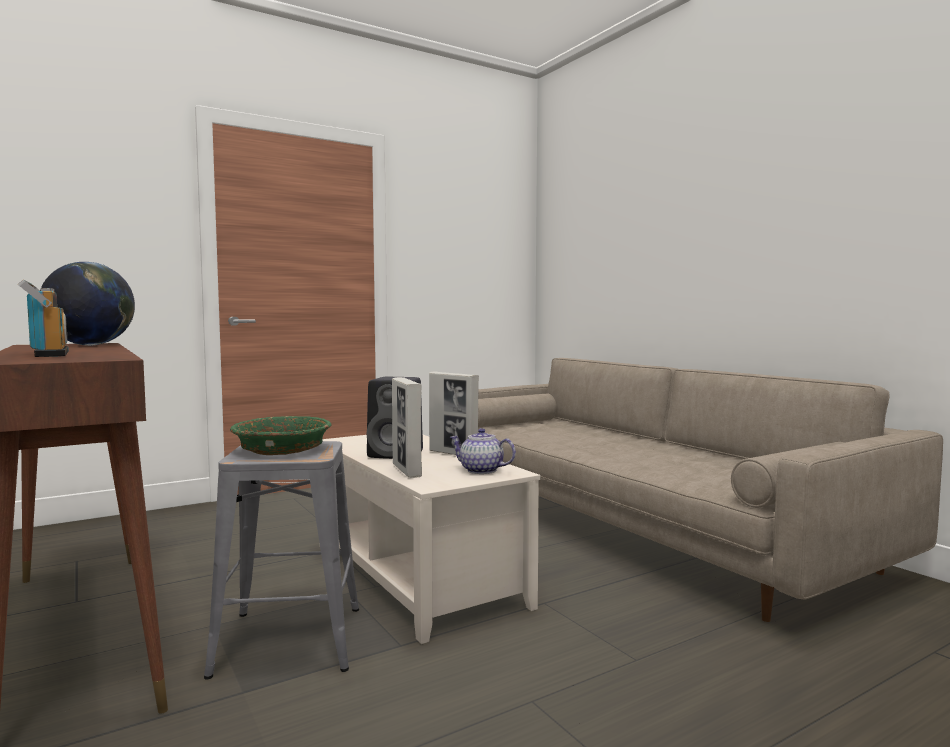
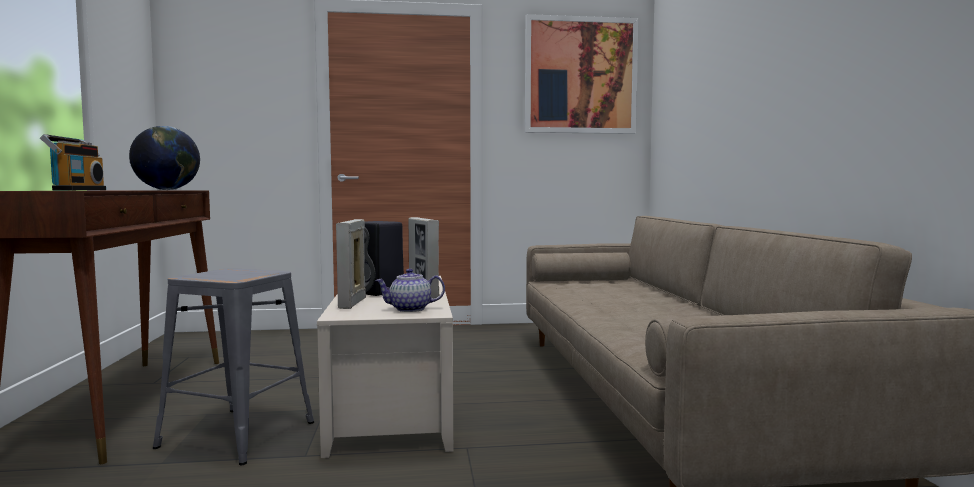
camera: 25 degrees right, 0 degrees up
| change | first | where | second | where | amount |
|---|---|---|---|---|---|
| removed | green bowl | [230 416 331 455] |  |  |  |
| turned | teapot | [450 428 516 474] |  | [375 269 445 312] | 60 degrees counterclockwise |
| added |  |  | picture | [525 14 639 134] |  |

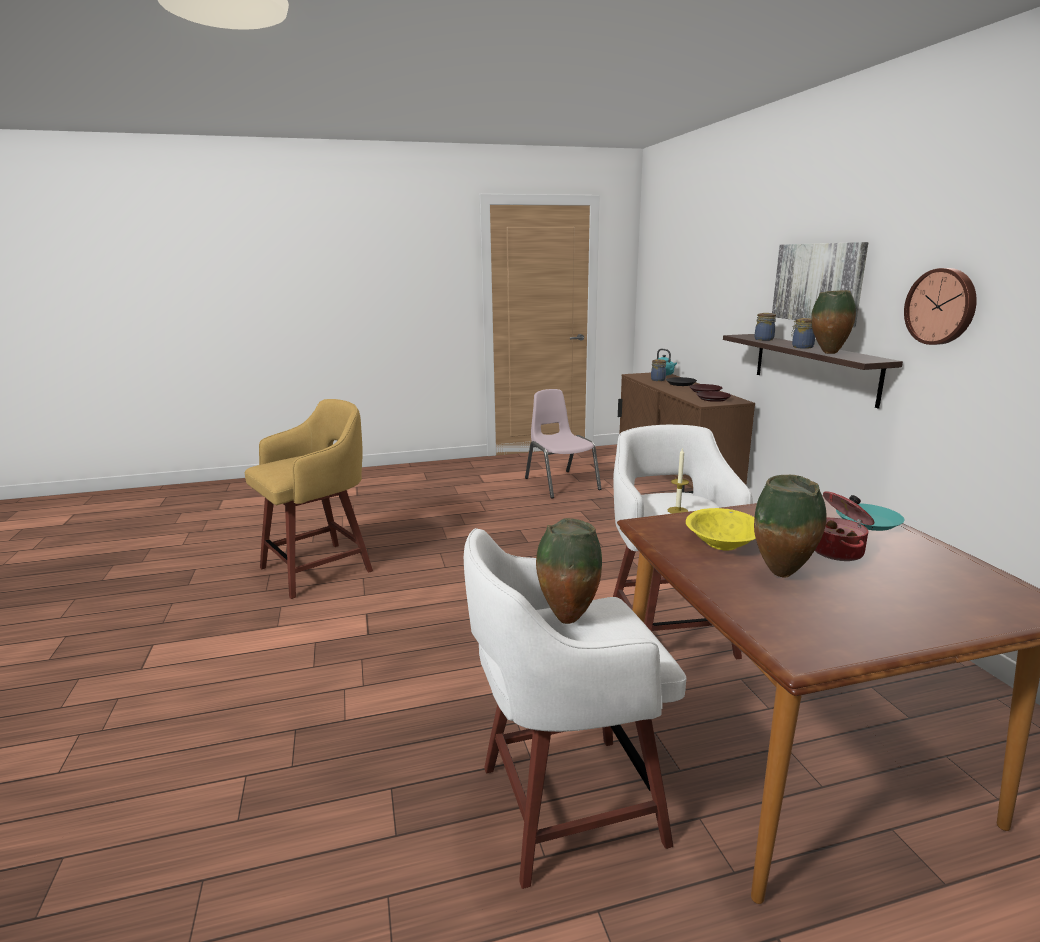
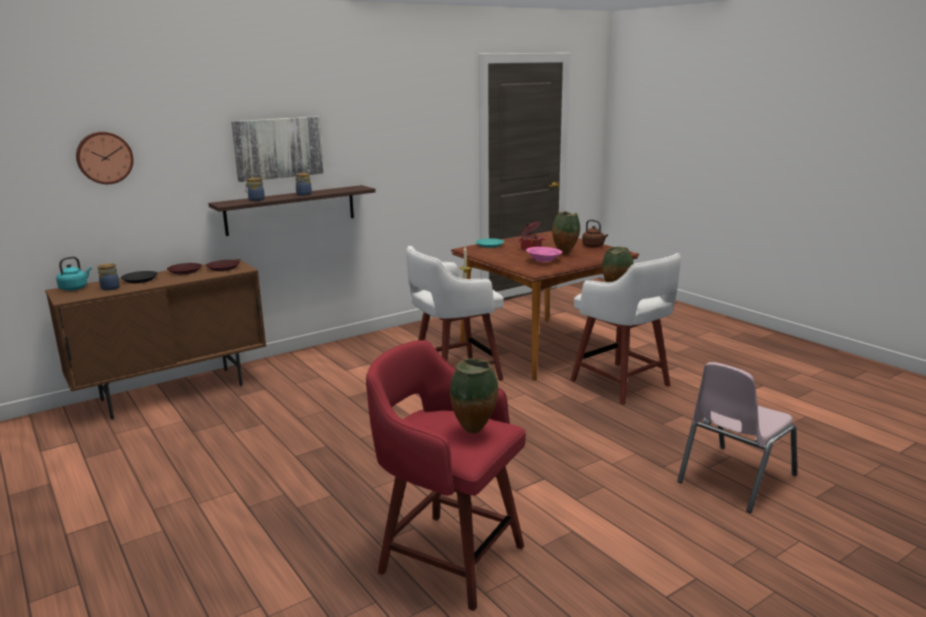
camera: 110 degrees left, 0 degrees up
| change | first | where | second | where | amount |
|---|---|---|---|---|---|
| moved | wall clock | [904 268 977 345] |  | [76 132 134 184] |  |
| moved | vase | [811 290 856 354] |  | [450 358 498 434] |  |
| moved | pink chair | [525 389 601 499] |  | [677 362 797 513] |  |
| recoloured | yellow stool | [244 399 373 599] | red stool | [366 340 526 611] |  |
| recoloured | yellow bowl | [686 508 756 551] | pink bowl | [526 247 562 262] |  |
| added |  |  | brown kettle | [582 220 608 248] |  |

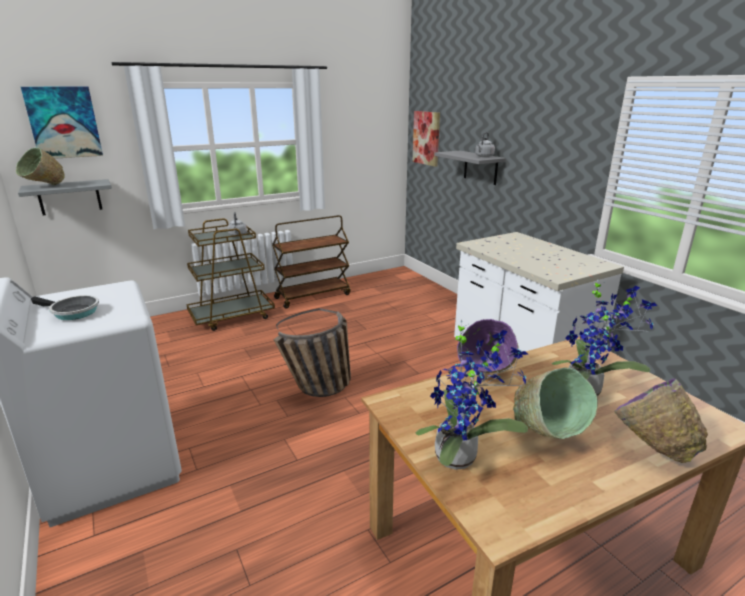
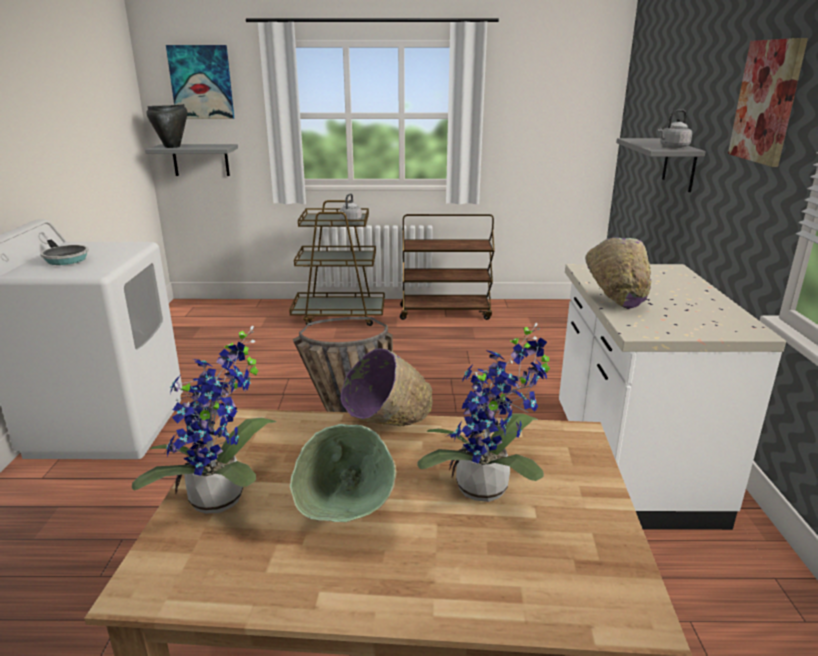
camera: 30 degrees right, 0 degrees up
| change | first | where | second | where | amount |
|---|---|---|---|---|---|
| moved | picture | [412 111 440 167] |  | [728 38 808 167] |  |
| replaced | green bowl | [16 147 65 186] | black cooking pot | [146 104 187 148] |  |
| moved | purple bowl | [614 378 708 463] |  | [585 237 652 309] |  |

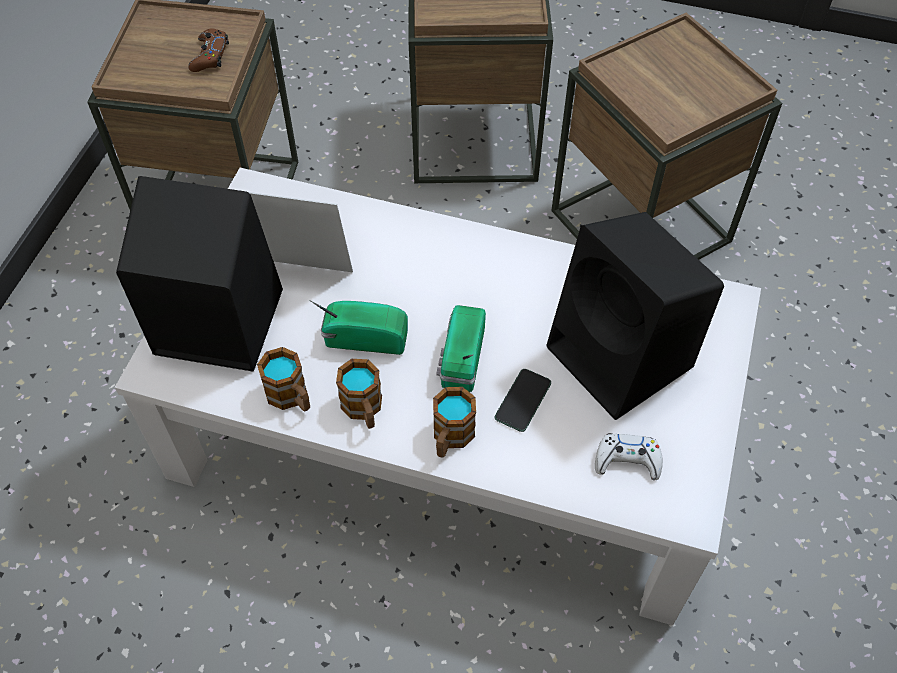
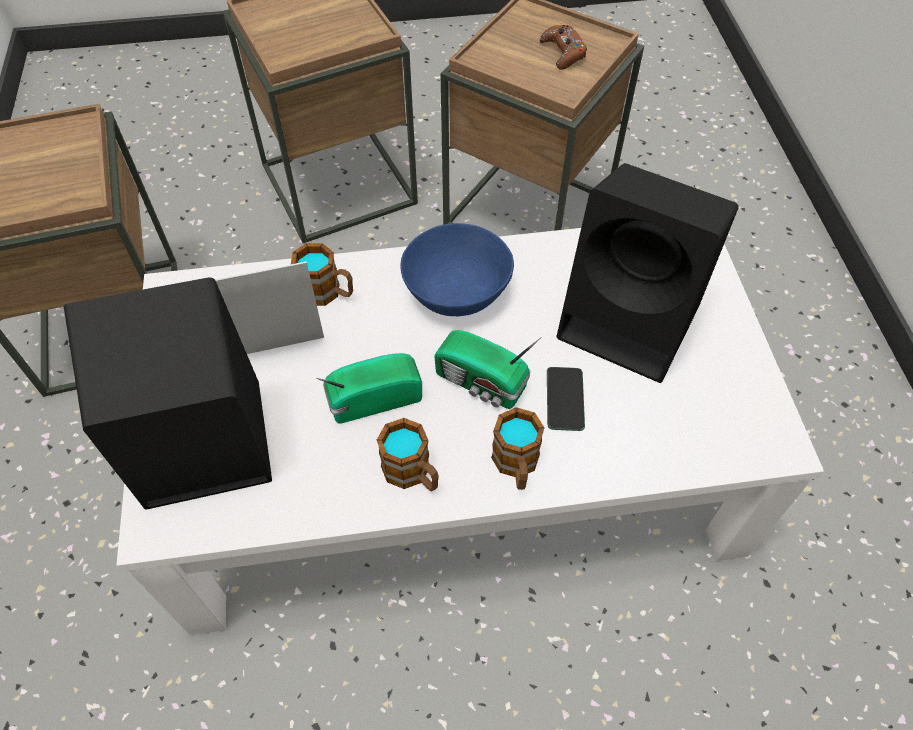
camera: 25 degrees left, 0 degrees up
| change | first | where | second | where | amount |
|---|---|---|---|---|---|
| moved | brown game controller | [188 28 229 72] |  | [540 25 587 70] |  |
| turned | radio | [436 305 486 392] |  | [434 330 542 409] | 45 degrees counterclockwise |
| moved | mug | [257 347 310 411] |  | [291 243 353 306] |  |
| removed | white game controller | [595 433 663 480] |  |  |  |
| added |  |  | blue bowl | [400 223 514 316] |  |

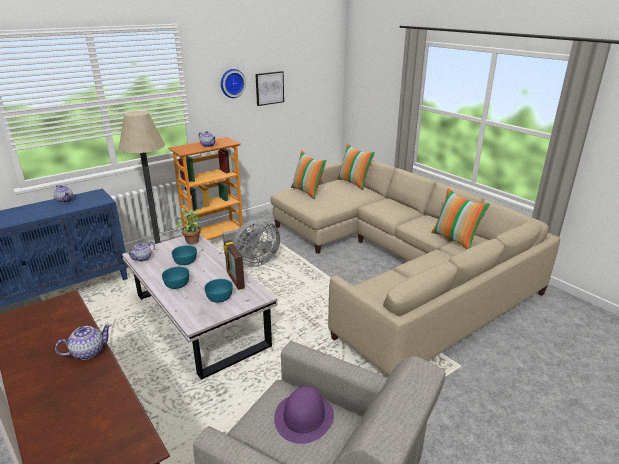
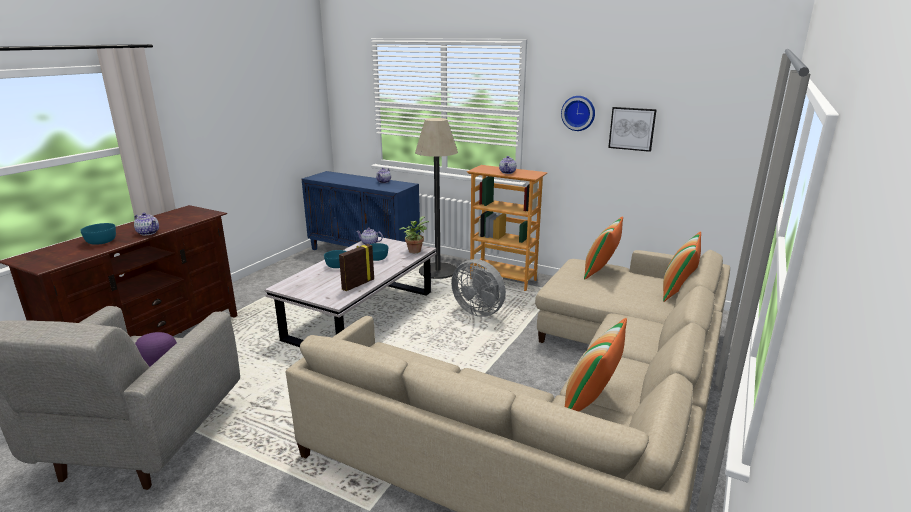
camera: 65 degrees right, 5 degrees down
| change | first | where | second | where | amount |
|---|---|---|---|---|---|
| moved | turquoise bowl | [204 279 233 303] |  | [80 223 116 245] |  |

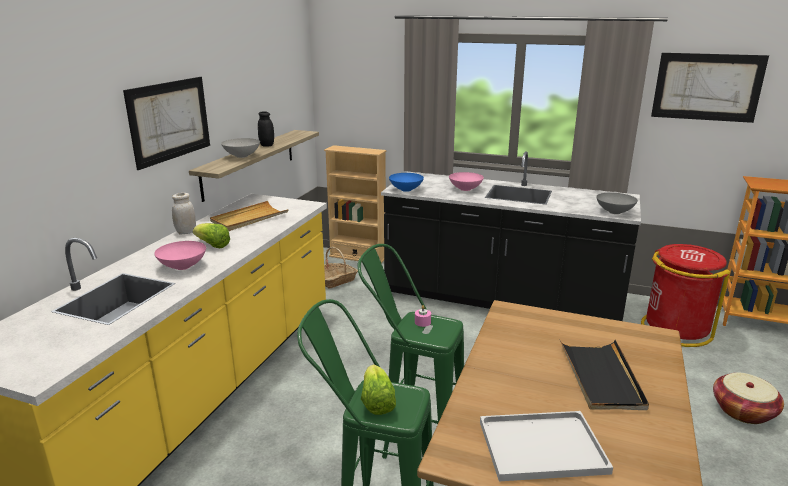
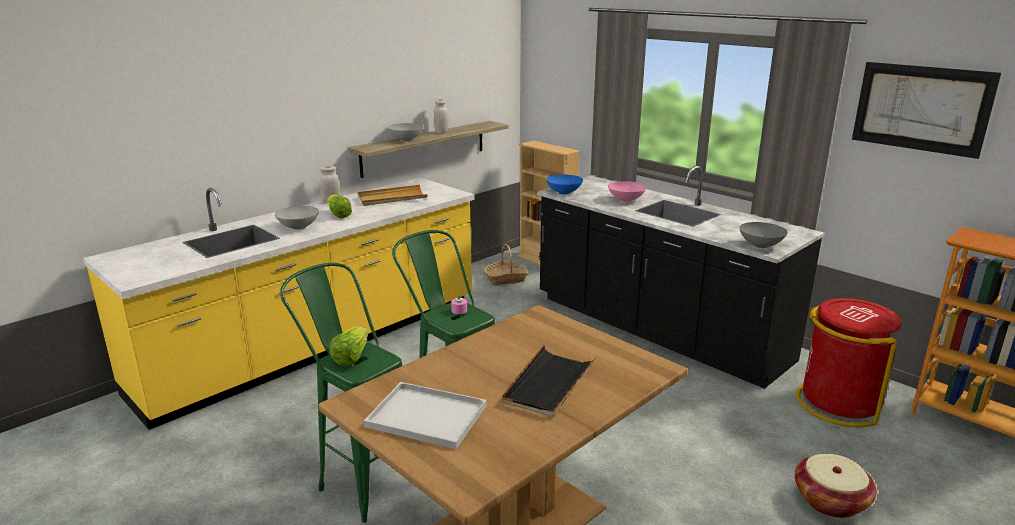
camera: 25 degrees right, 0 degrees up
| change | first | where | second | where | amount |
|---|---|---|---|---|---|
| removed | picture | [123 77 210 170] |  |  |  |
| recoloured | black jar | [258 111 274 147] | white jar | [434 99 449 134] |  |
| recoloured | pink bowl | [154 241 206 270] | grey bowl | [275 206 319 230] |  |

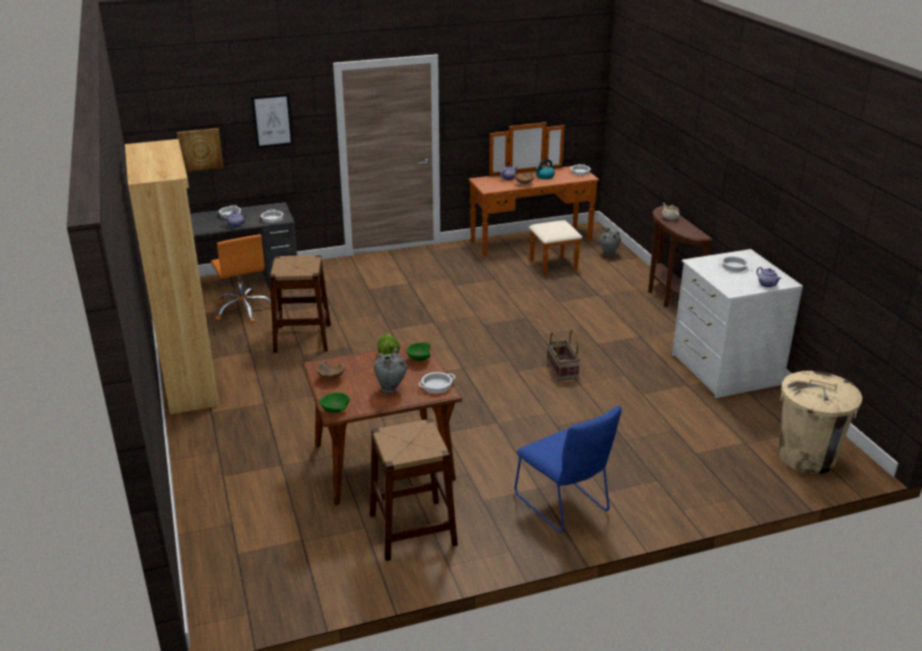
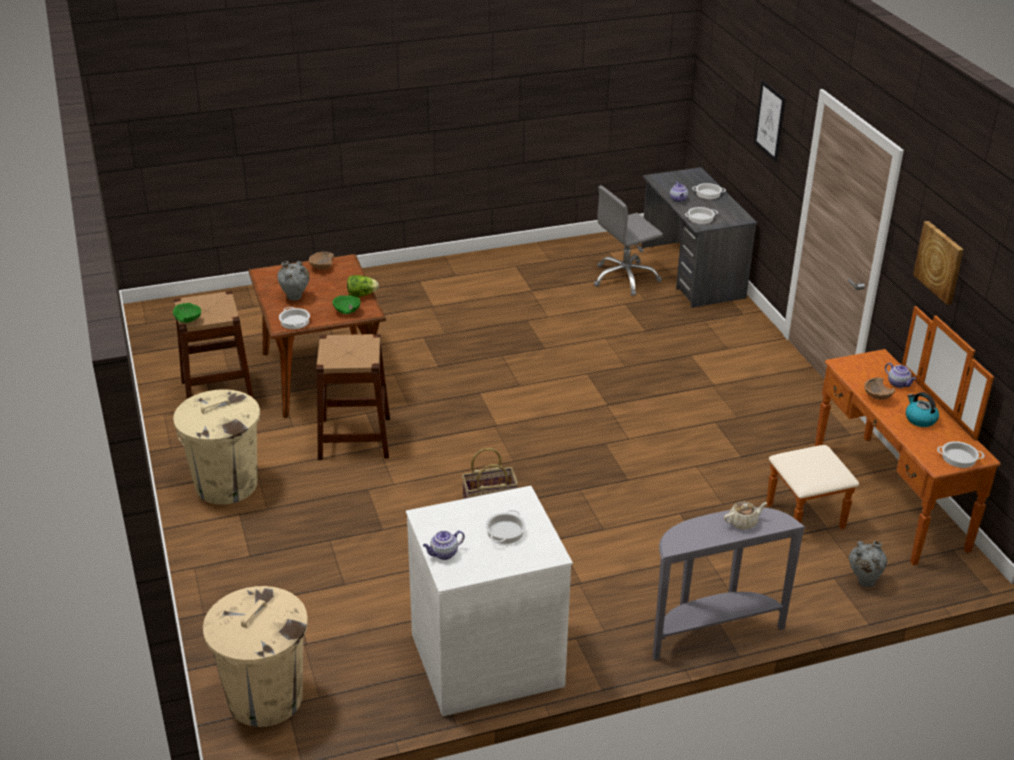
camera: 90 degrees right, 5 degrees up
| change | first | where | second | where | amount |
|---|---|---|---|---|---|
| moved | picture | [176 128 224 172] |  | [913 221 964 305] |  |
| removed | brown bookcase | [125 139 219 414] |  |  |  |
| recoloured | brown console table | [648 205 713 307] | grey console table | [653 507 806 660] |  |
| recoloured | orange office chair | [211 234 271 323] | grey office chair | [594 185 663 296] |  |
| moved | brown stool | [270 255 331 353] |  | [316 334 390 460] |  |
| moved | green bowl | [319 392 350 413] |  | [173 303 201 323] |  |
| replaced | blue chair | [514 406 621 533] | beige trash can | [173 389 260 505] |  |

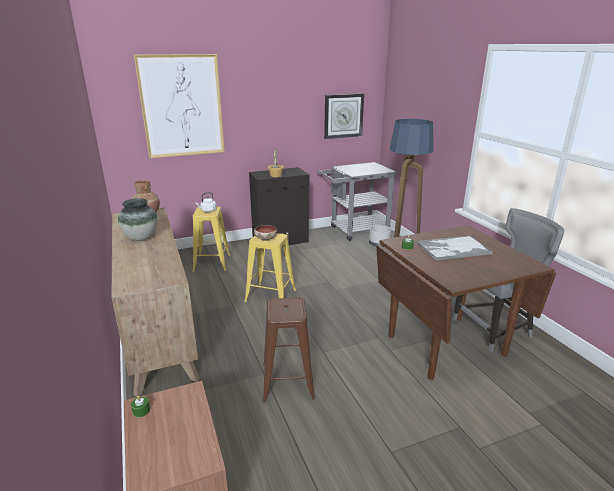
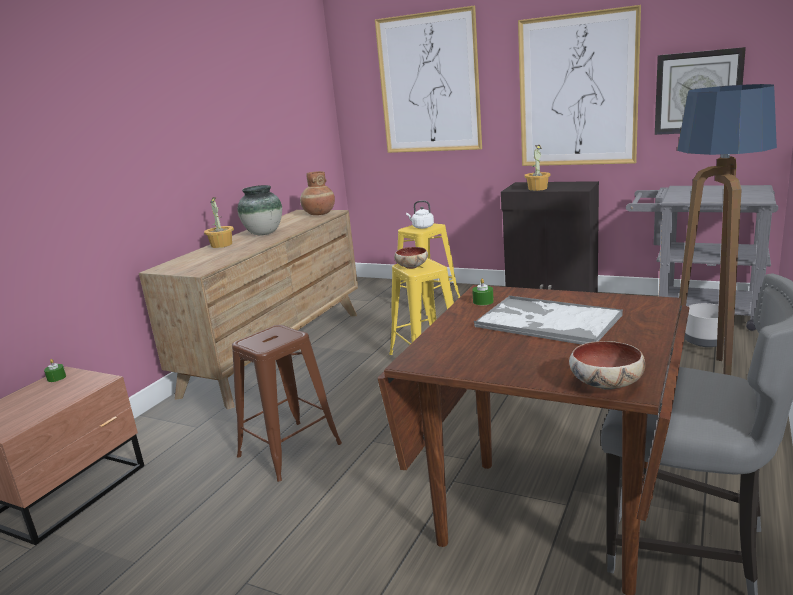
camera: 50 degrees right, 5 degrees down
| change | first | where | second | where | amount |
|---|---|---|---|---|---|
| added |  |  | picture | [518 5 641 166] |  |
| added |  |  | potted plant | [204 197 234 248] |  |
| added |  |  | bowl | [569 341 645 390] |  |

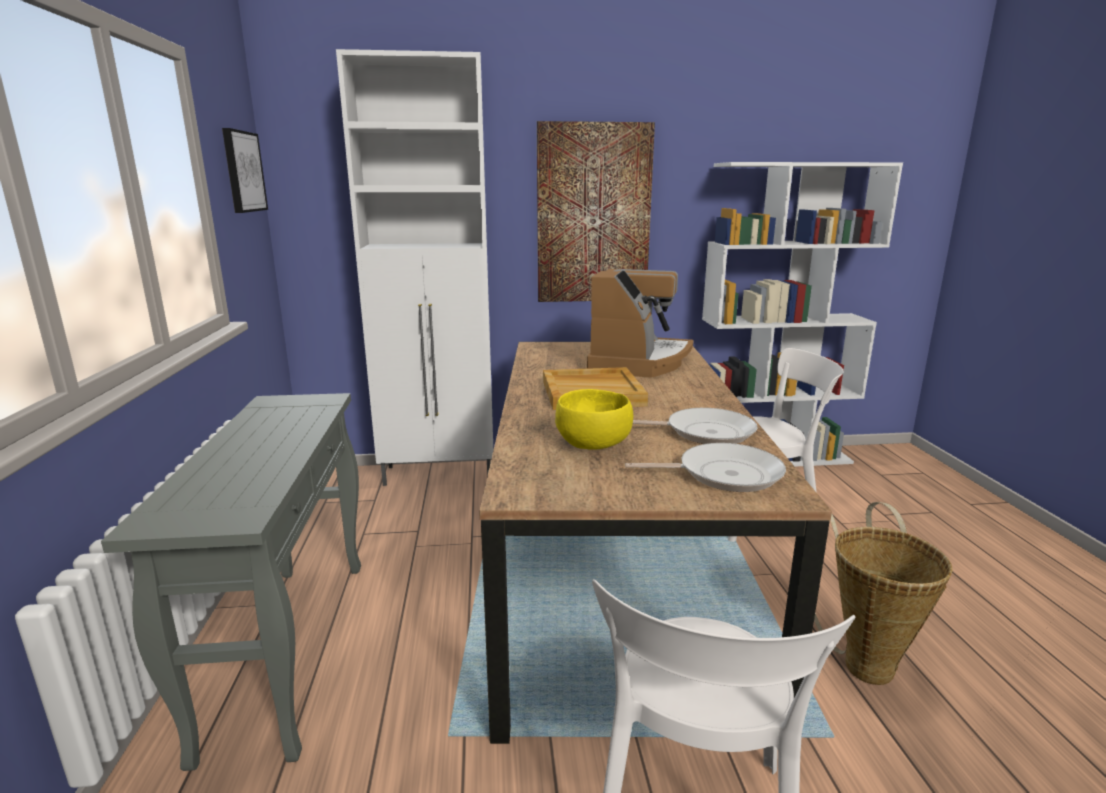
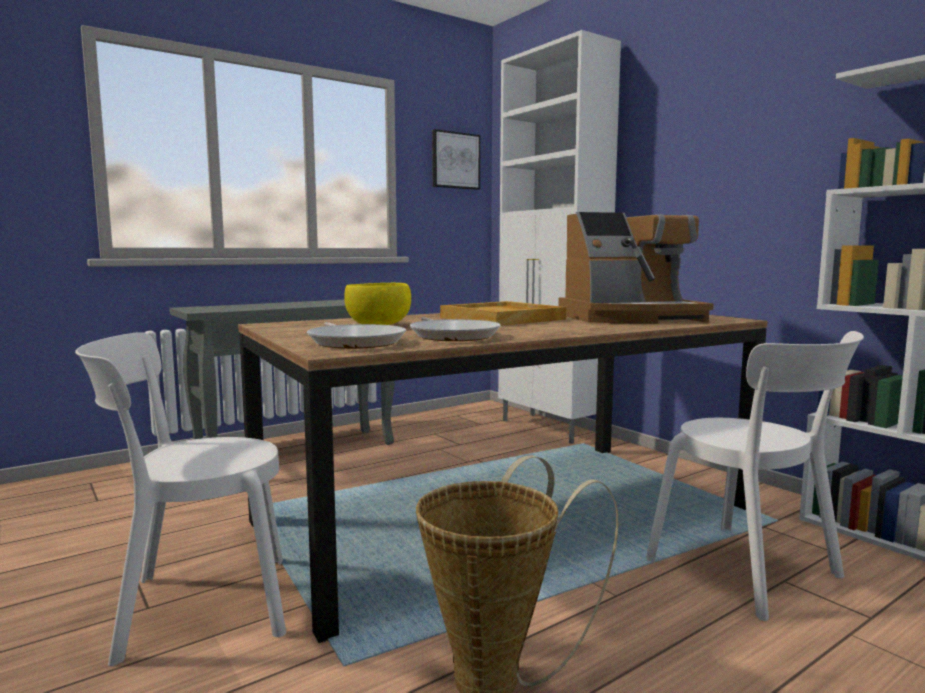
camera: 60 degrees right, 10 degrees down
| change | first | where | second | where | amount |
|---|---|---|---|---|---|
| removed | picture | [537 121 655 302] |  |  |  |

